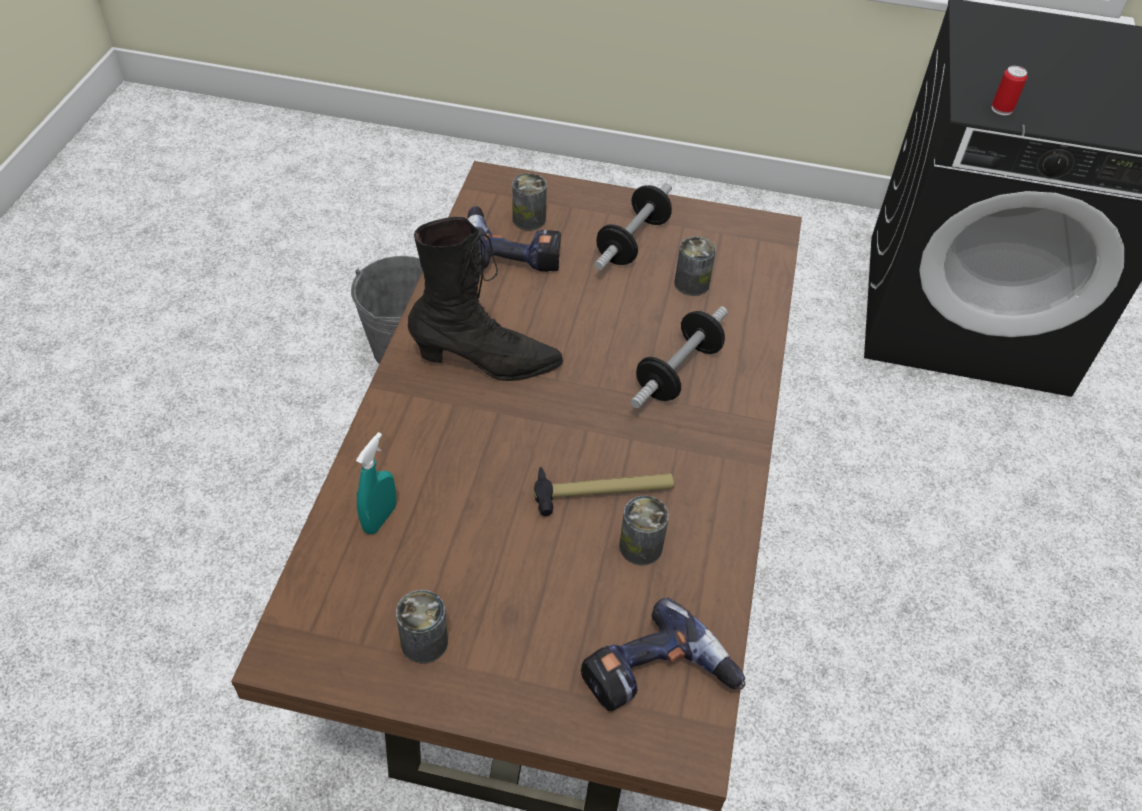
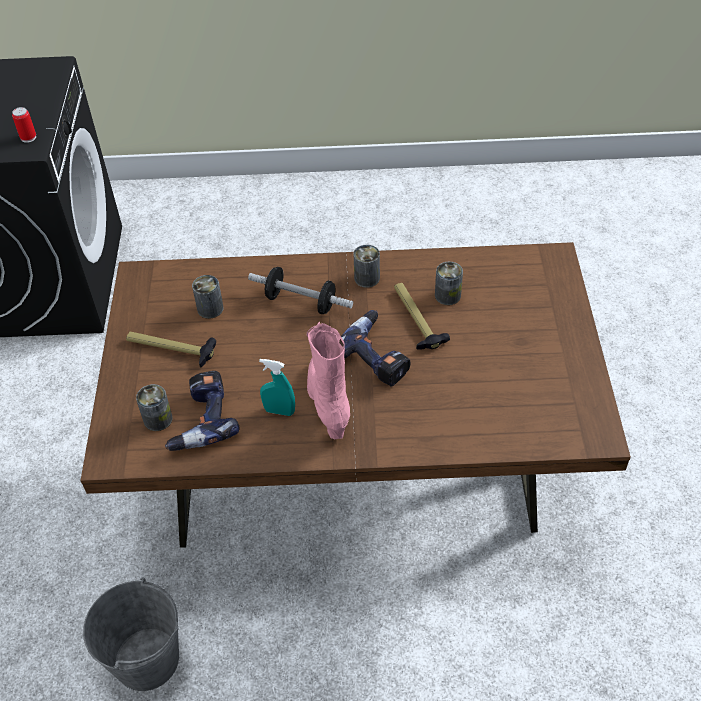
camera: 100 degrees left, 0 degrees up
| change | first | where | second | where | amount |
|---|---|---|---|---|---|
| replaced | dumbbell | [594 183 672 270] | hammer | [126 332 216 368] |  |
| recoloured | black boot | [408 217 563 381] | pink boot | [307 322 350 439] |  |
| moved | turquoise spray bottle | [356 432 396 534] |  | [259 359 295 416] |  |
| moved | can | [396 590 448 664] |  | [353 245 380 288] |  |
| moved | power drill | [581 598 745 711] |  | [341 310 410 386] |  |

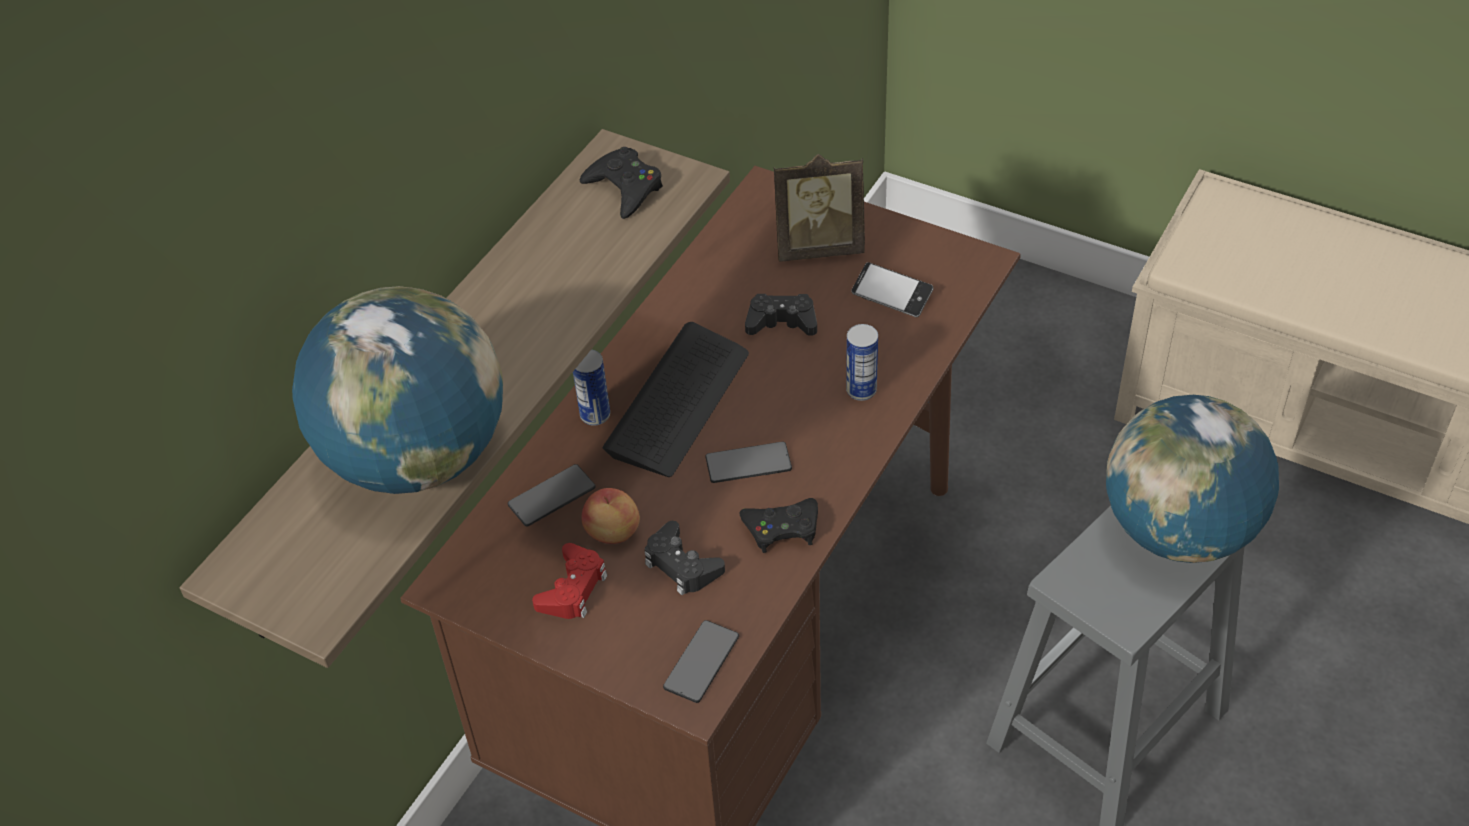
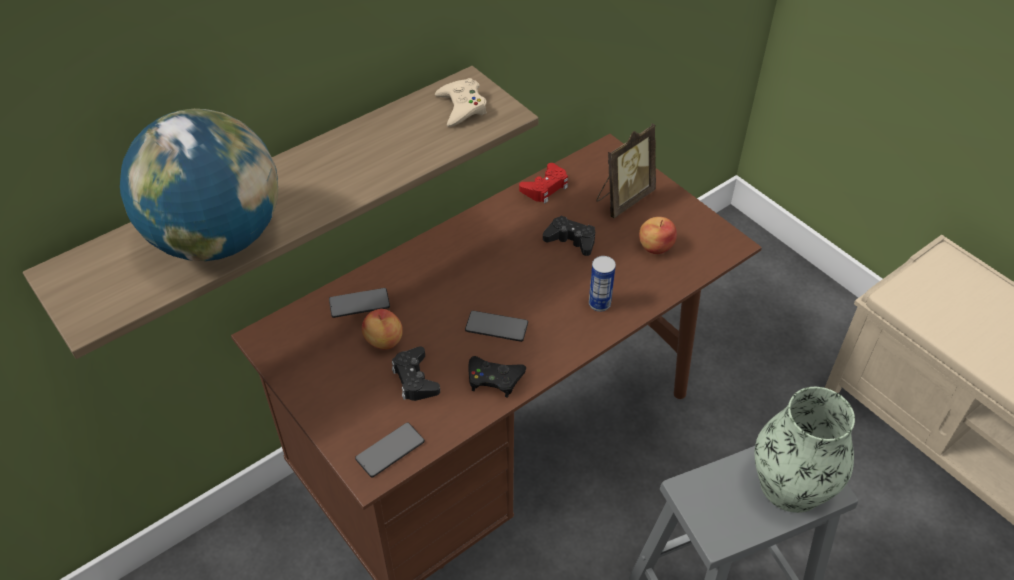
camera: 20 degrees right, 0 degrees up
| change | first | where | second | where | amount |
|---|---|---|---|---|---|
| recoloured | black game controller | [580 147 663 219] | beige game controller | [435 78 487 127] |  |
| turned | picture frame | [774 154 865 262] |  | [596 124 656 218] | 60 degrees counterclockwise |
| replaced | phone | [851 262 934 317] | apple | [639 217 677 254] |  |
| removed | keyboard | [603 322 749 477] |  |  |  |
| removed | can | [573 349 610 426] |  |  |  |
| replaced | globe | [1106 395 1279 563] | vase | [754 387 855 513] |  |
| moved | red game controller | [532 543 607 619] |  | [519 163 568 203] |  |

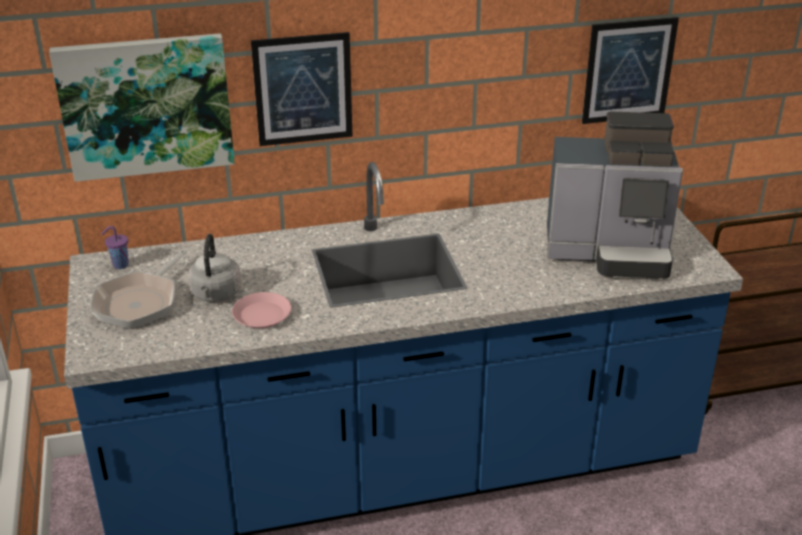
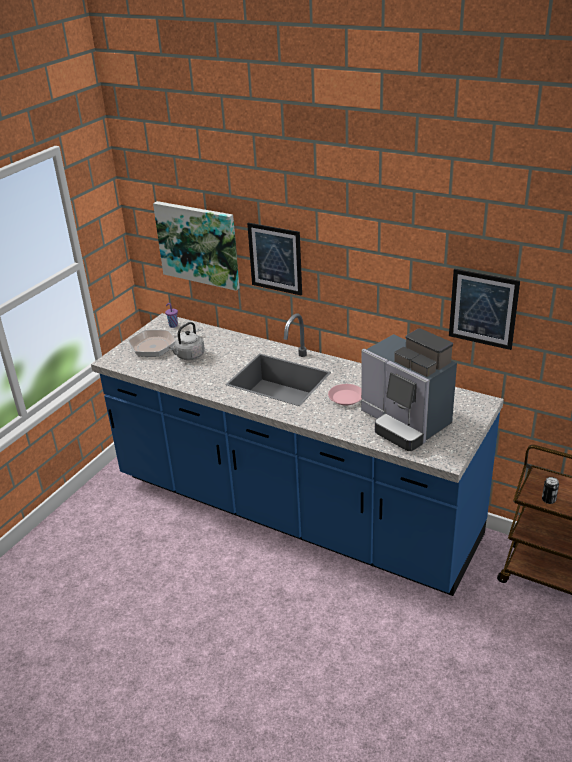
camera: 45 degrees right, 0 degrees up
| change | first | where | second | where | amount |
|---|---|---|---|---|---|
| moved | pink plate | [232 292 292 329] |  | [328 384 361 405] |  |
| added |  |  | can | [542 477 559 504] |  |

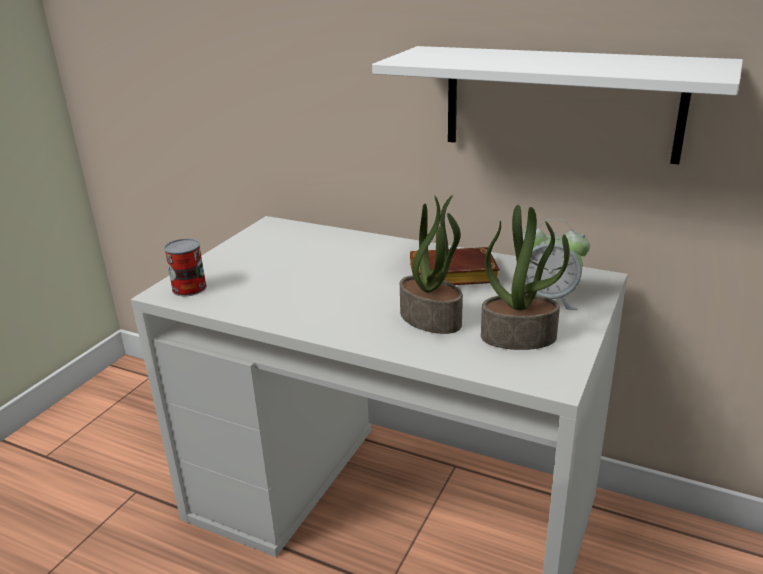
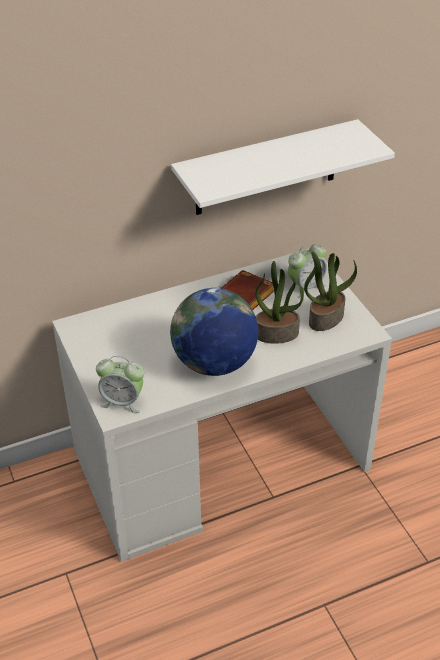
camera: 50 degrees left, 15 degrees up
| change | first | where | second | where | amount |
|---|---|---|---|---|---|
| replaced | can | [164 238 207 296] | alarm clock | [96 356 144 413] |  |
| added |  |  | globe | [170 288 258 376] |  |

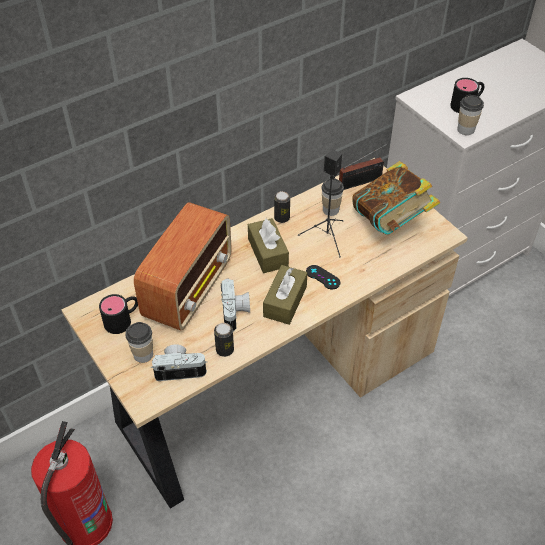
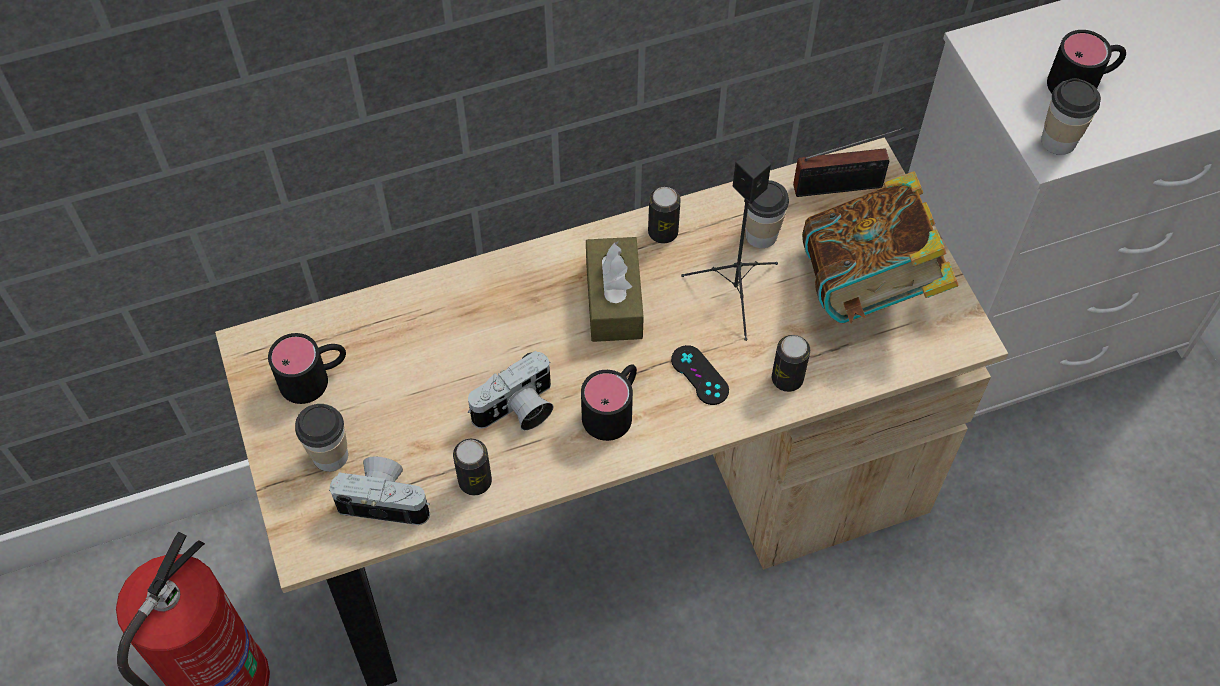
camera: 15 degrees right, 10 degrees up
| change | first | where | second | where | amount |
|---|---|---|---|---|---|
| removed | radio | [134 202 232 331] |  |  |  |
| replaced | brown tissue box | [263 265 307 325] | black mug | [581 365 637 441] |  |
| turned | photo camera | [221 278 250 331] |  | [468 351 553 430] | 45 degrees clockwise |
| added |  |  | can | [772 335 810 392] |  |

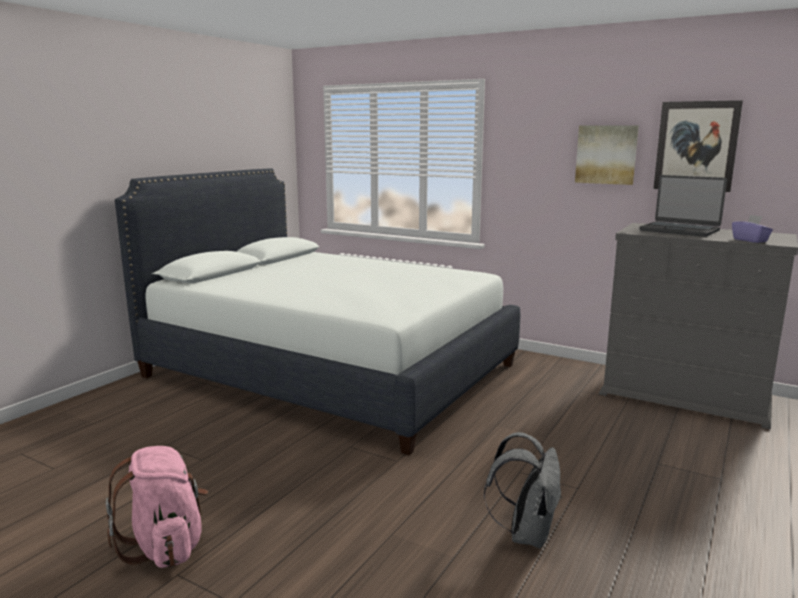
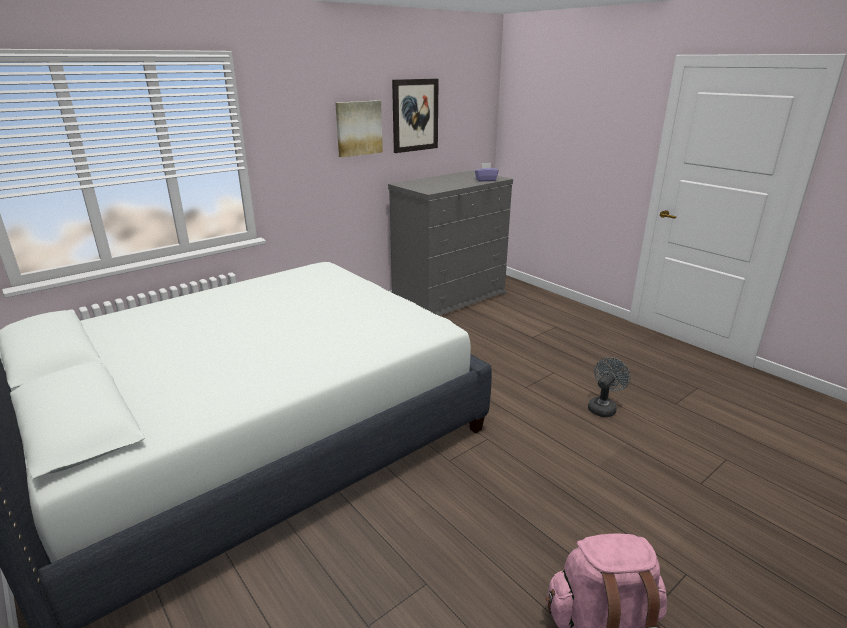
camera: 70 degrees left, 10 degrees up
| change | first | where | second | where | amount |
|---|---|---|---|---|---|
| removed | laptop | [639 175 727 237] |  |  |  |
| replaced | grey backpack | [484 432 562 549] | grey fan | [588 357 631 417] |  |

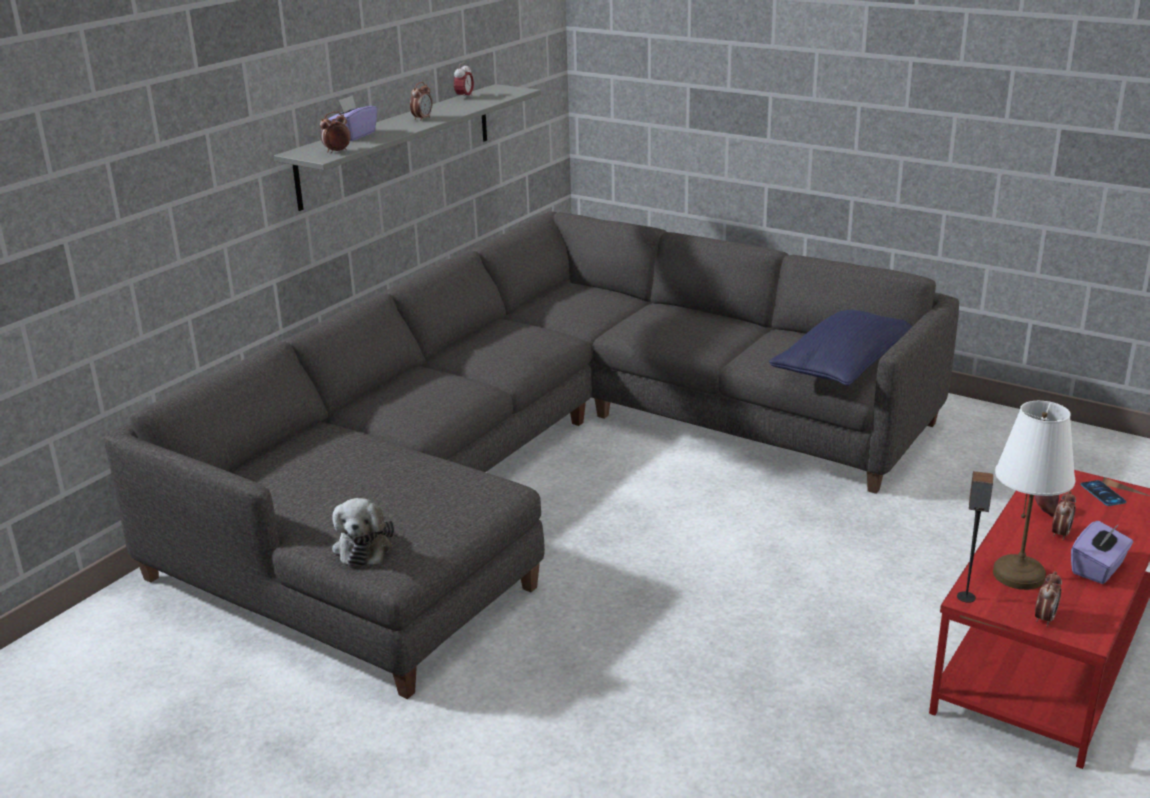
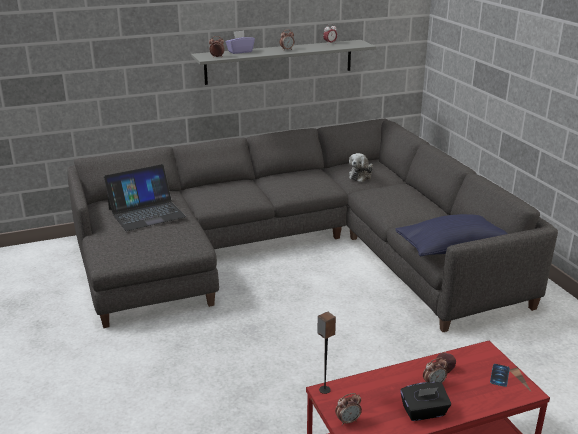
camera: 35 degrees right, 0 degrees up
| change | first | where | second | where | amount |
|---|---|---|---|---|---|
| removed | white table lamp | [993 401 1076 590] |  |  |  |
| moved | plush toy | [332 498 394 566] |  | [349 153 373 182] |  |
| recoloured | purple tissue box | [1071 521 1133 584] | black tissue box | [400 382 451 421] |  |
| added |  |  | laptop | [104 164 186 231] |  |

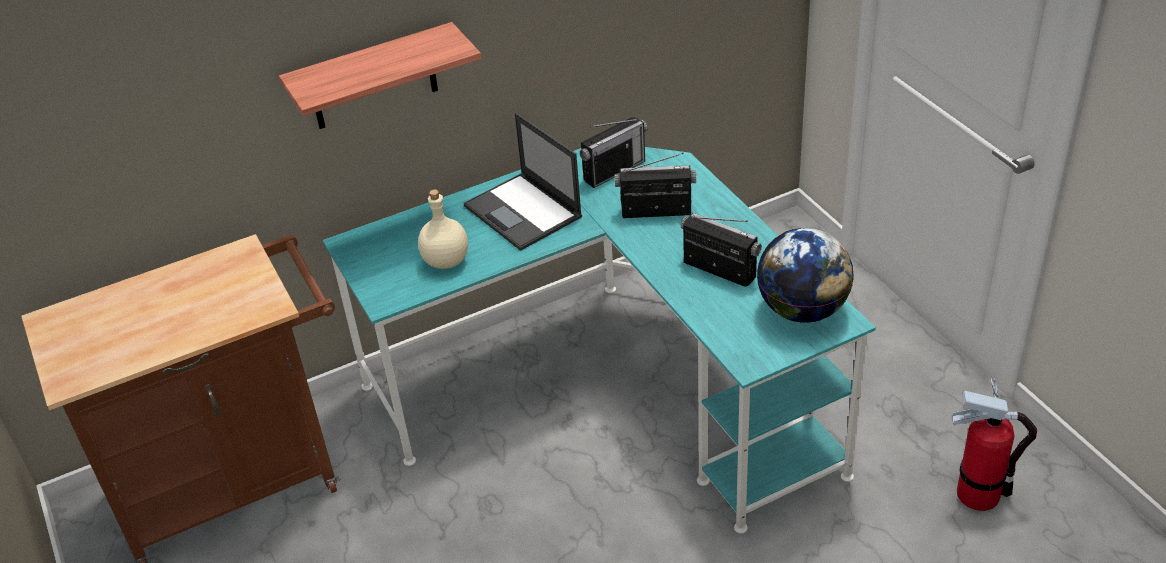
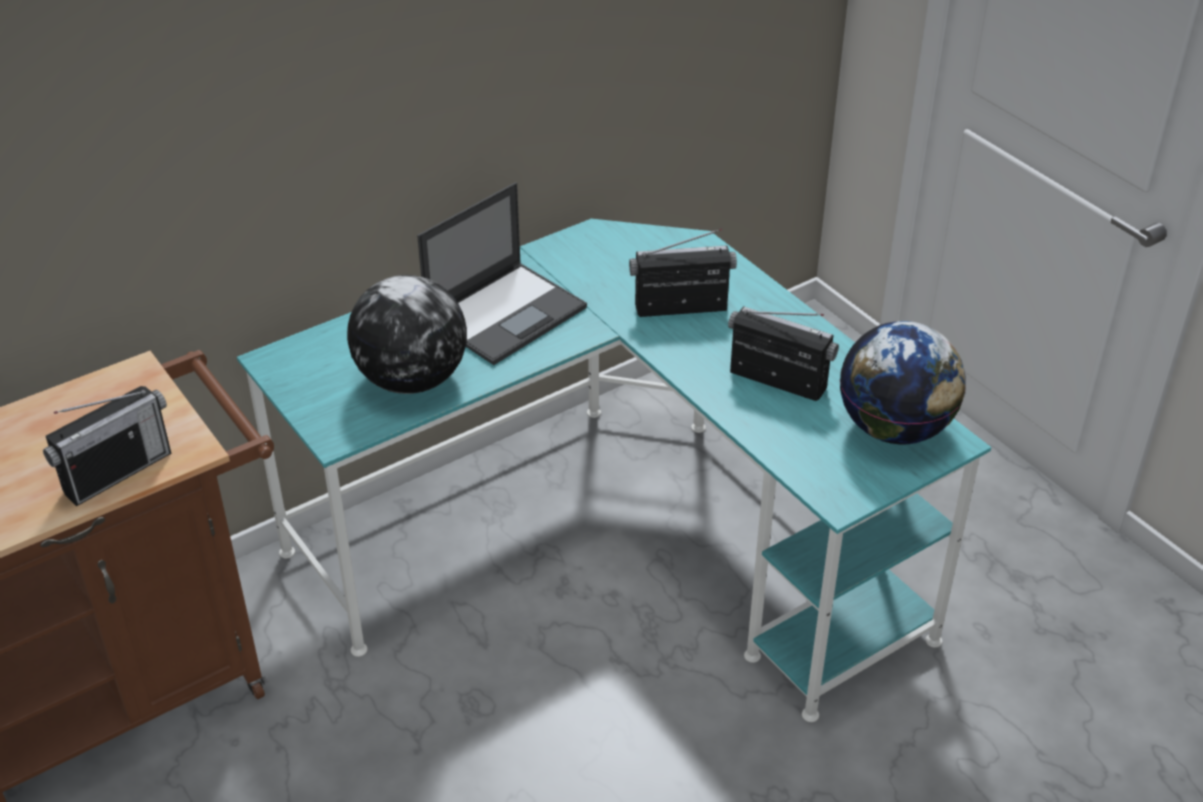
camera: 10 degrees left, 0 degrees up
| change | first | where | second | where | amount |
|---|---|---|---|---|---|
| removed | shelf | [279 22 481 129] |  |  |  |
| turned | laptop | [464 113 582 251] |  | [417 182 587 365] | 90 degrees counterclockwise |
| moved | radio | [580 117 648 188] |  | [43 386 171 506] |  |
| replaced | beige bottle | [418 189 468 269] | globe | [347 275 467 394] |  |
| removed | fire extinguisher | [953 378 1037 511] |  |  |  |

